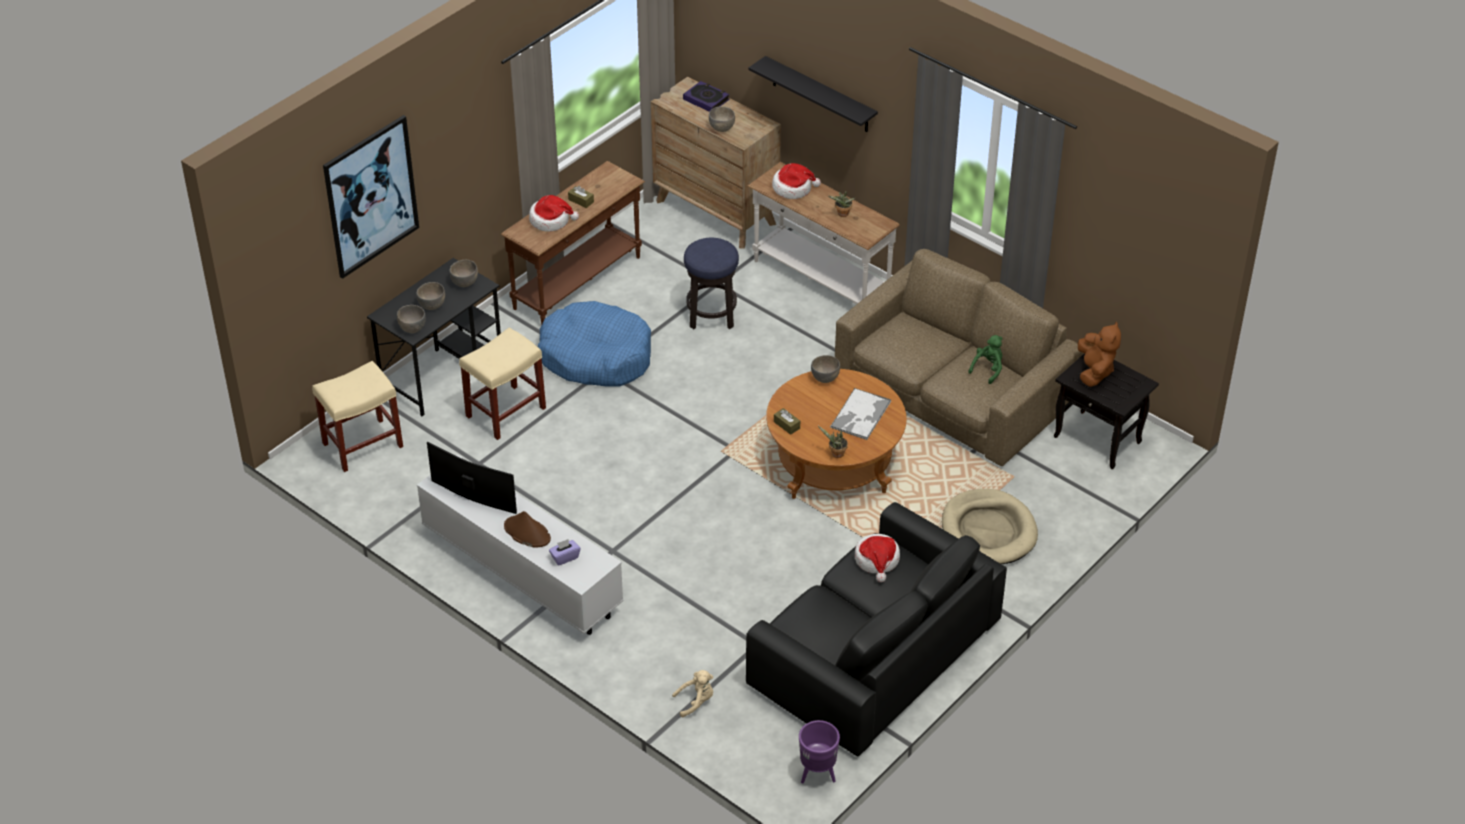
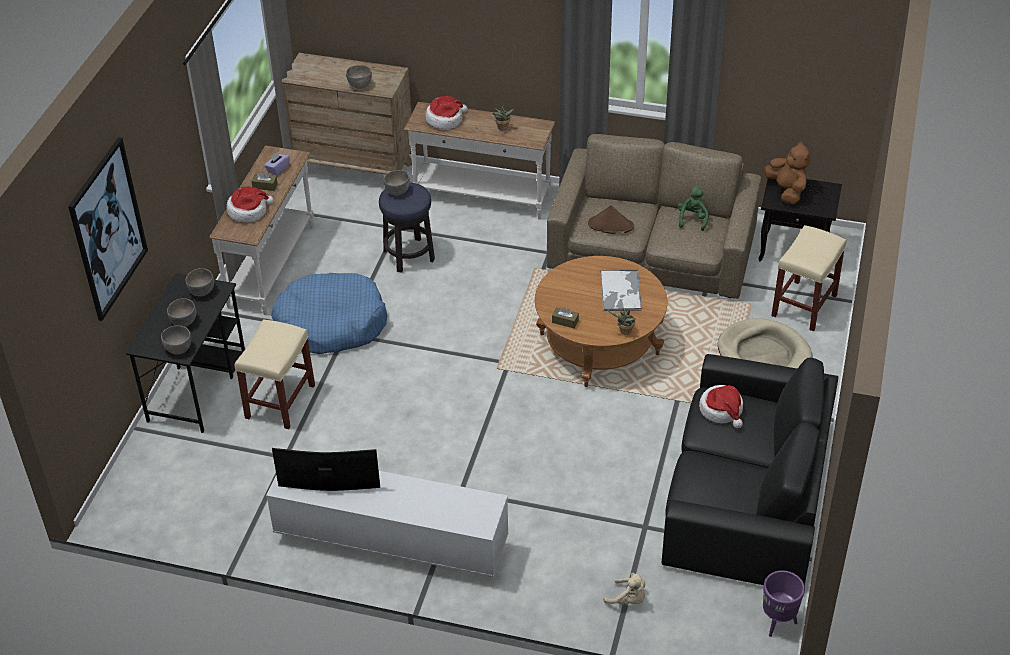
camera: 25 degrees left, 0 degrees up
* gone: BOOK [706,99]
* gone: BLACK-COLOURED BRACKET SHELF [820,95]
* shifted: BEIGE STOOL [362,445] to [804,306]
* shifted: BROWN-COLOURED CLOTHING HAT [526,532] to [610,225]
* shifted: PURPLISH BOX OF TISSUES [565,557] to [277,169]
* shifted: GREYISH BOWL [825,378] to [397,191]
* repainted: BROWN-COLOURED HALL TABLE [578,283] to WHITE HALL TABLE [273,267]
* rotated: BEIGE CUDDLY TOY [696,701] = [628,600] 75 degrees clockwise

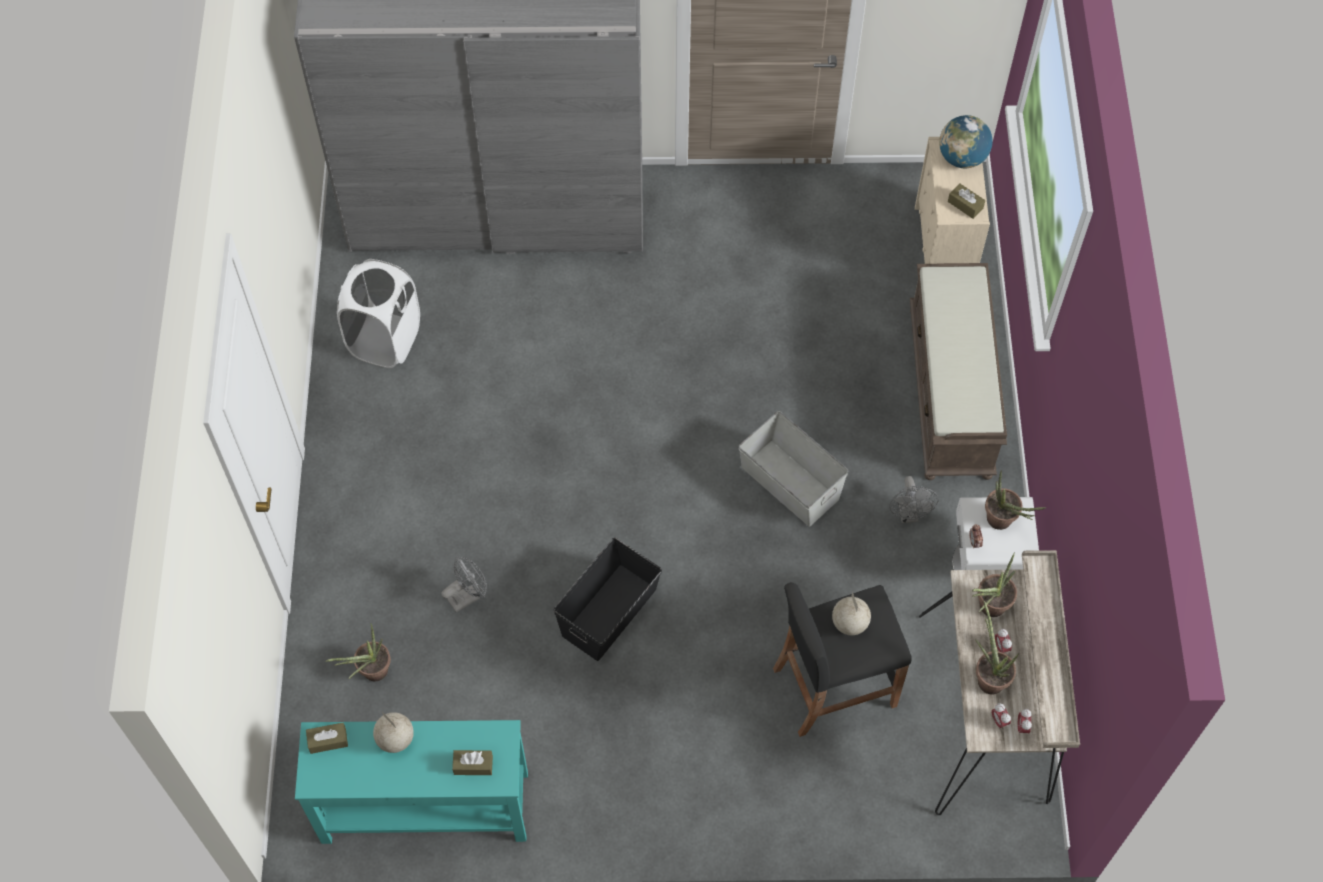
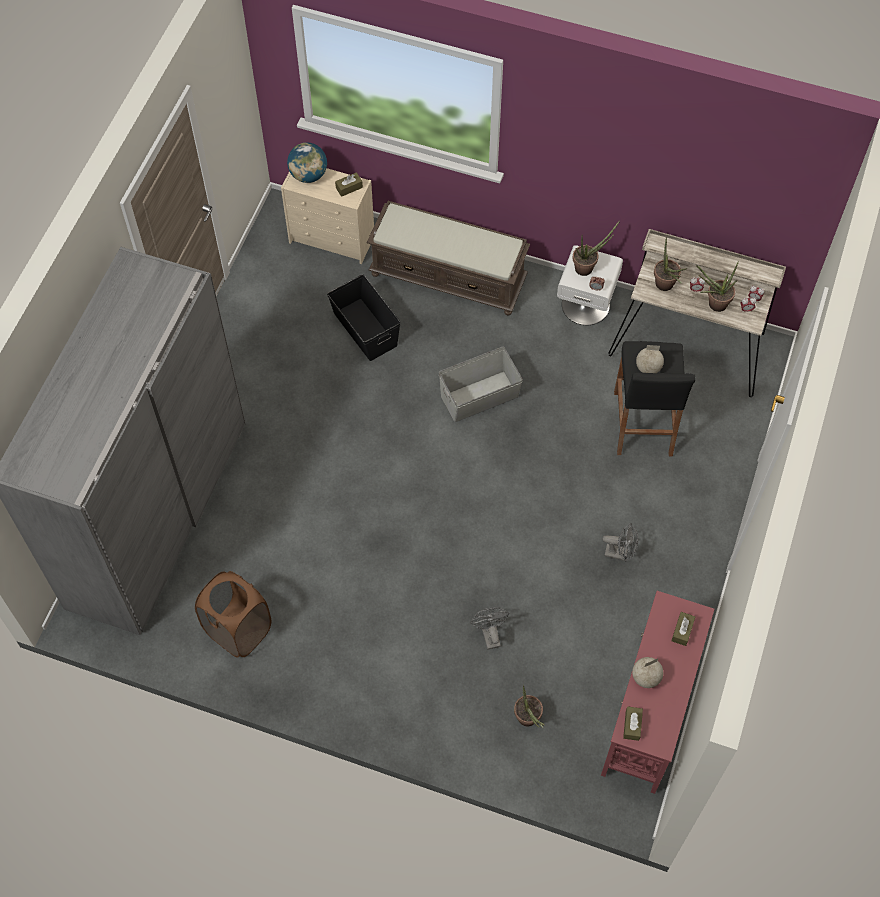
camera: 70 degrees left, 0 degrees up
* shifted: BLACK-COLOURED STORAGE BIN [608,612] to [365,330]
* shifted: GREYISH COOLING FAN [909,515] to [620,553]
* repainted: BLUE-GREEN HALL TABLE [424,806] to RED HALL TABLE [648,713]
* repainted: WHITE HAMPER [385,340] to BROWN-COLOURED HAMPER [238,630]

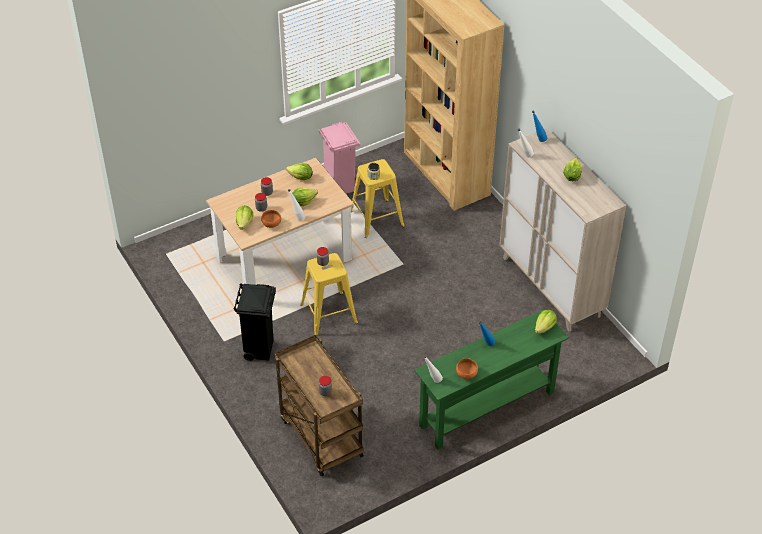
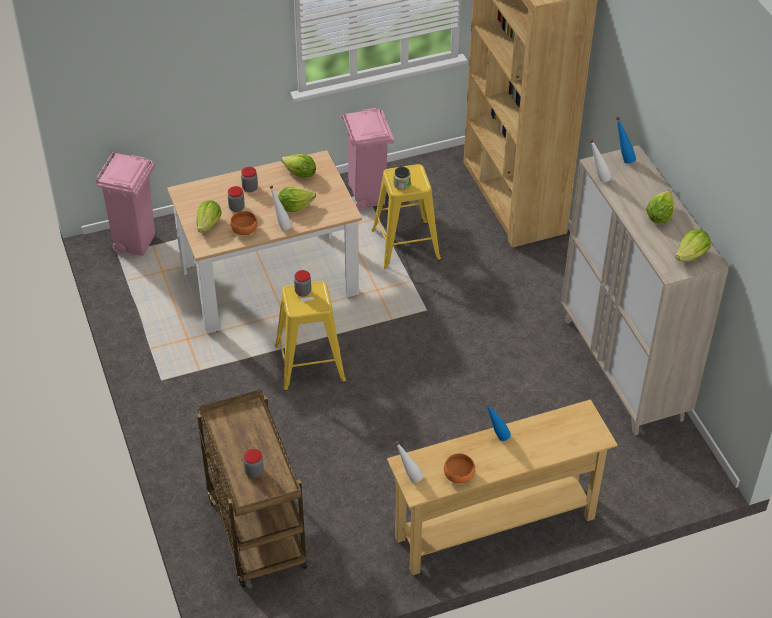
camera: 10 degrees right, 0 degrees up
* gone: BLACK-COLOURED RUBBISH BIN [259,349]
* new: PINKISH RUBBISH BIN [136,242]
* shifted: HEAD OF LETTUCE [544,327] to [691,255]
* repainted: GREEN-COLOURED HALL TABLE [487,409] to BEIGE HALL TABLE [495,528]

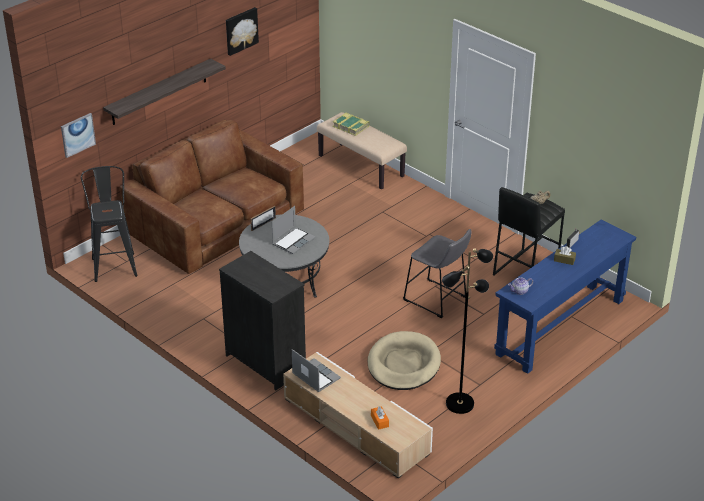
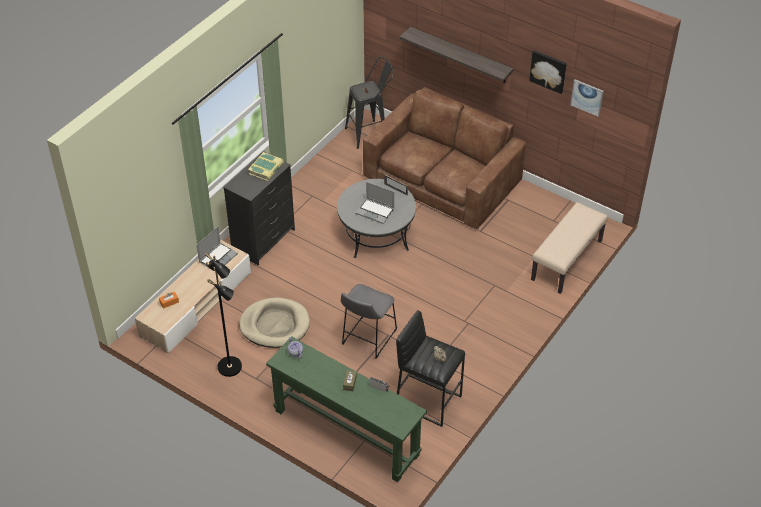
camera: 80 degrees right, 10 degrees up
* shifted: WALL PICTURE [77,135] to [587,97]
* shifted: BOOK [351,126] to [266,169]
* repainted: BLUISH HALL TABLE [560,327] to GREEN-COLOURED HALL TABLE [346,432]

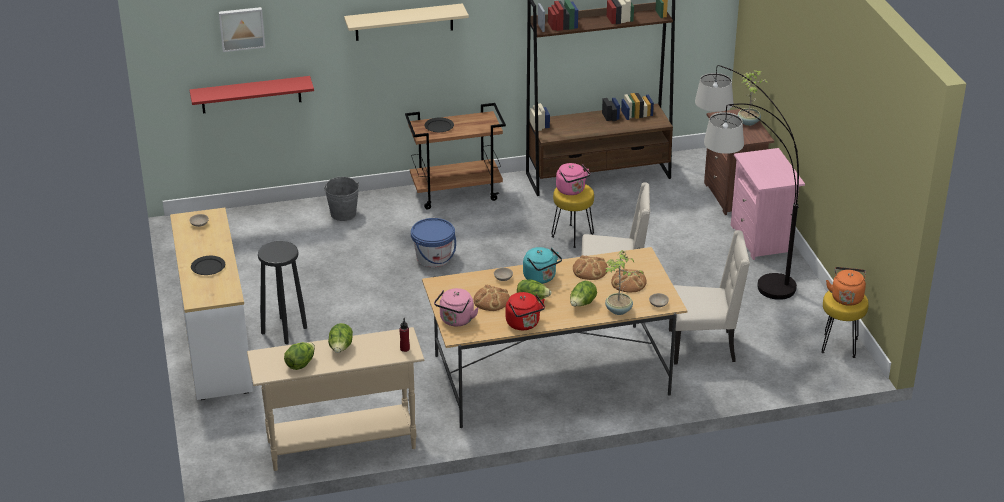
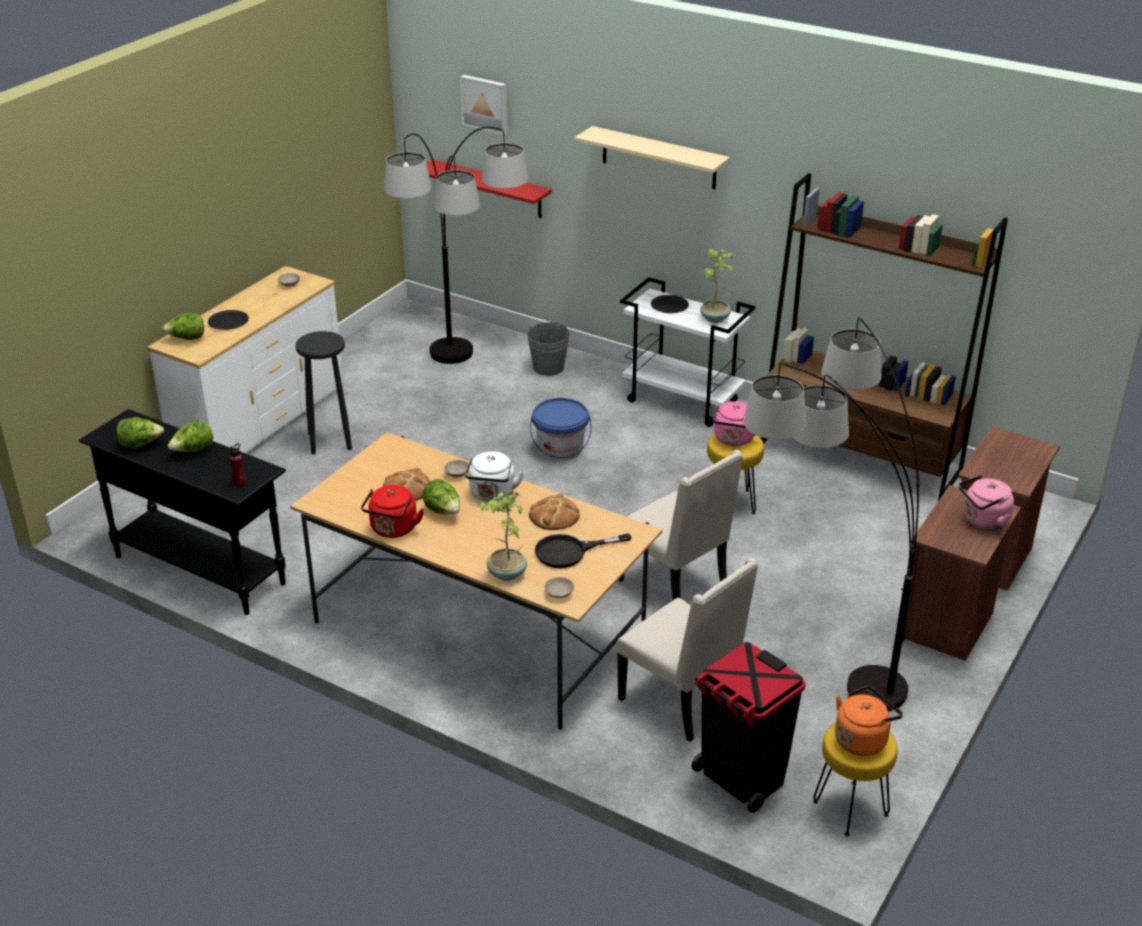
camera: 45 degrees right, 0 degrees up
* new: STANDARD LAMP [461,379]
* new: BLACK-COLOURED RUBBISH BIN [741,779]
* shifted: PINKISH KETTLE [456,320] to [982,521]
* shifted: HEAD OF LETTUCE [582,304] to [187,339]
* shifted: PLANT IN A POT [749,122] to [715,318]
* swapped: BREAD [629,282] to BLACK-COLOURED FRYING PAN [570,552]
* repainted: BEIGE HALL TABLE [341,444] to BLACK-COLOURED HALL TABLE [199,569]
* repainted: BROWN-COLOURED CART [457,193] to WHITE CART [683,401]
* repainted: BLUE-GREEN KETTLE [541,278] to WHITE KETTLE [492,495]
* repainted: PINKISH NIGHT TABLE [762,239] to BROWN-COLOURED NIGHT TABLE [948,626]

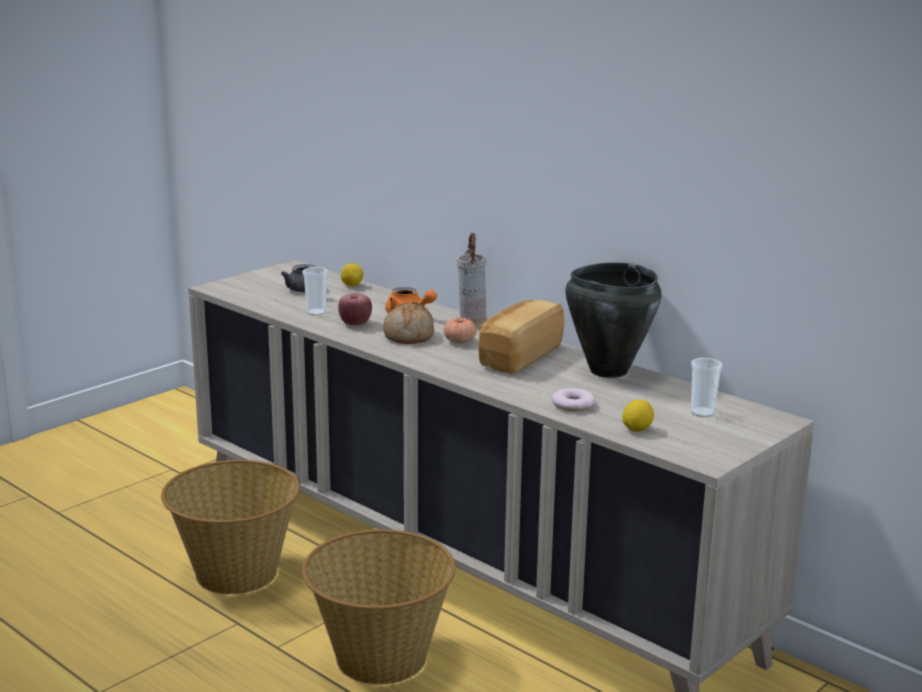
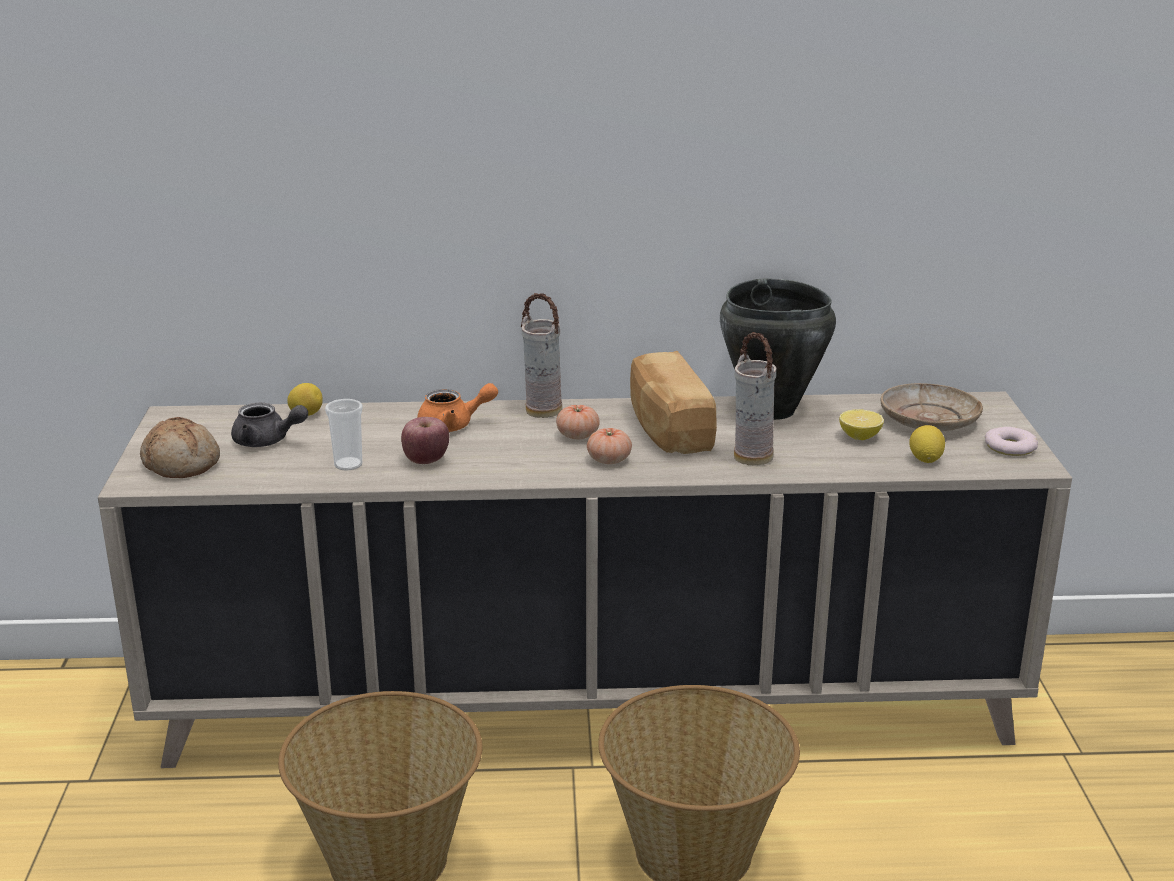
camera: 45 degrees left, 5 degrees up
* new: WHOLE TOMATO [609,460]
* new: VASE [751,458]
* new: LEMON [860,437]
* shifted: BREAD [410,335] to [182,463]
* shifted: DONUT [573,404] to [1009,447]
* swapped: SMALL CUP [702,413] to BEIGE DINNER PLATE [928,420]

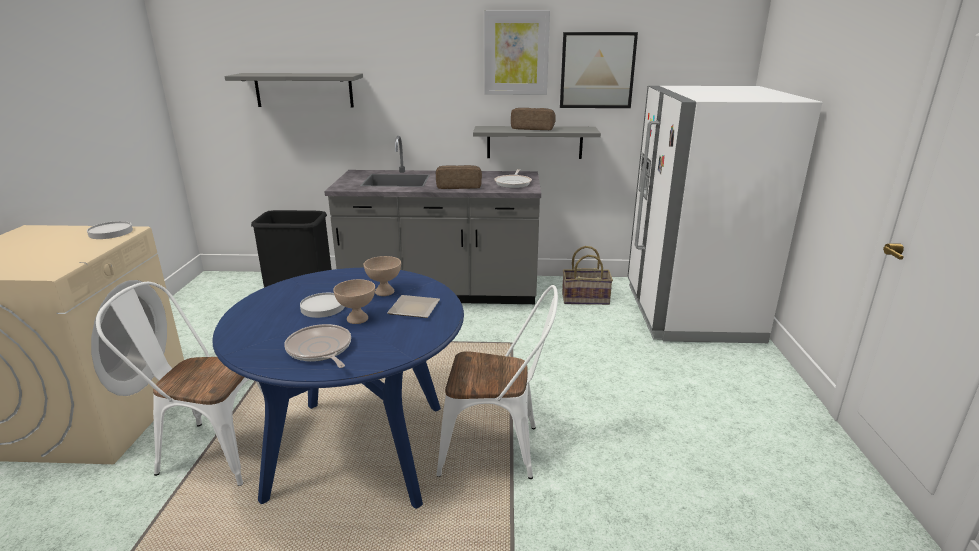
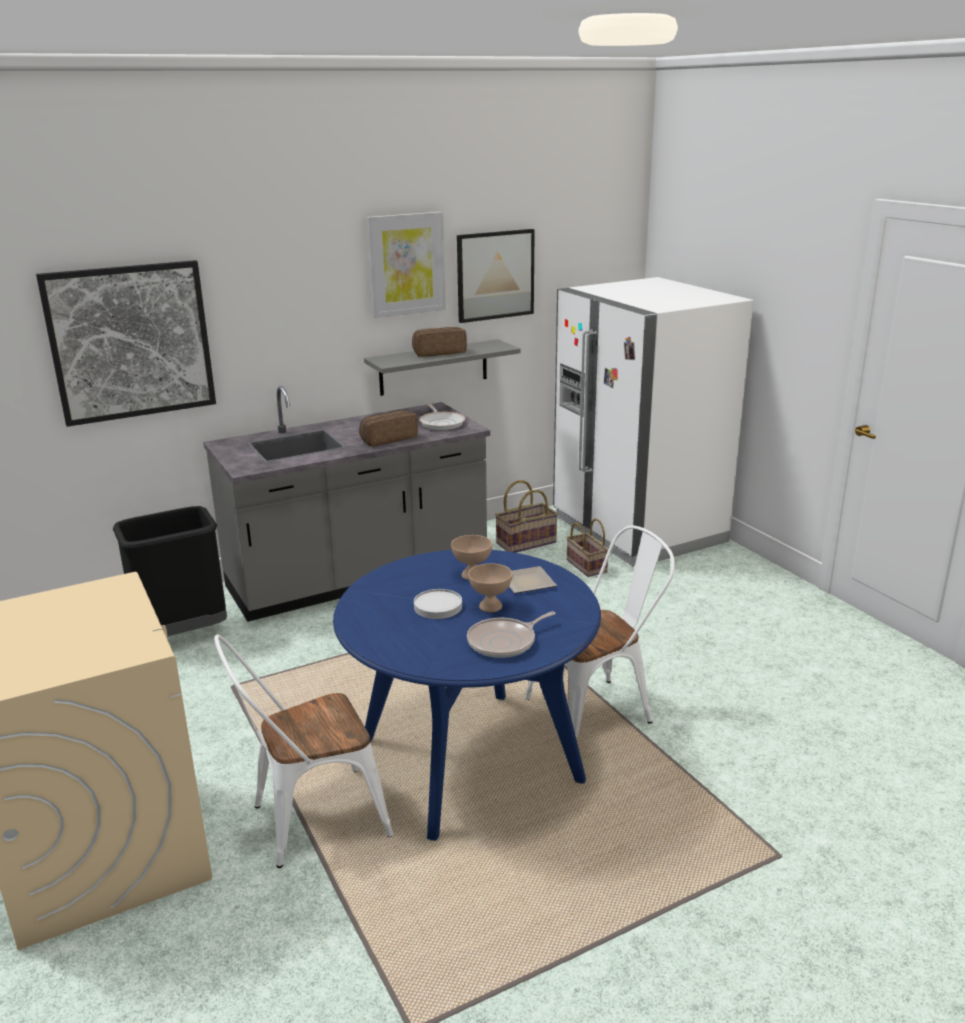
camera: 30 degrees left, 0 degrees up
* gone: WHITE DINNER PLATE [110,232]
* new: STORAGE BASKET [585,566]
* swapped: GREYISH BRACKET SHELF [304,90] to WALL PICTURE [131,342]
* rotated: FRYING PAN [320,350] = [505,642] 60 degrees counterclockwise

